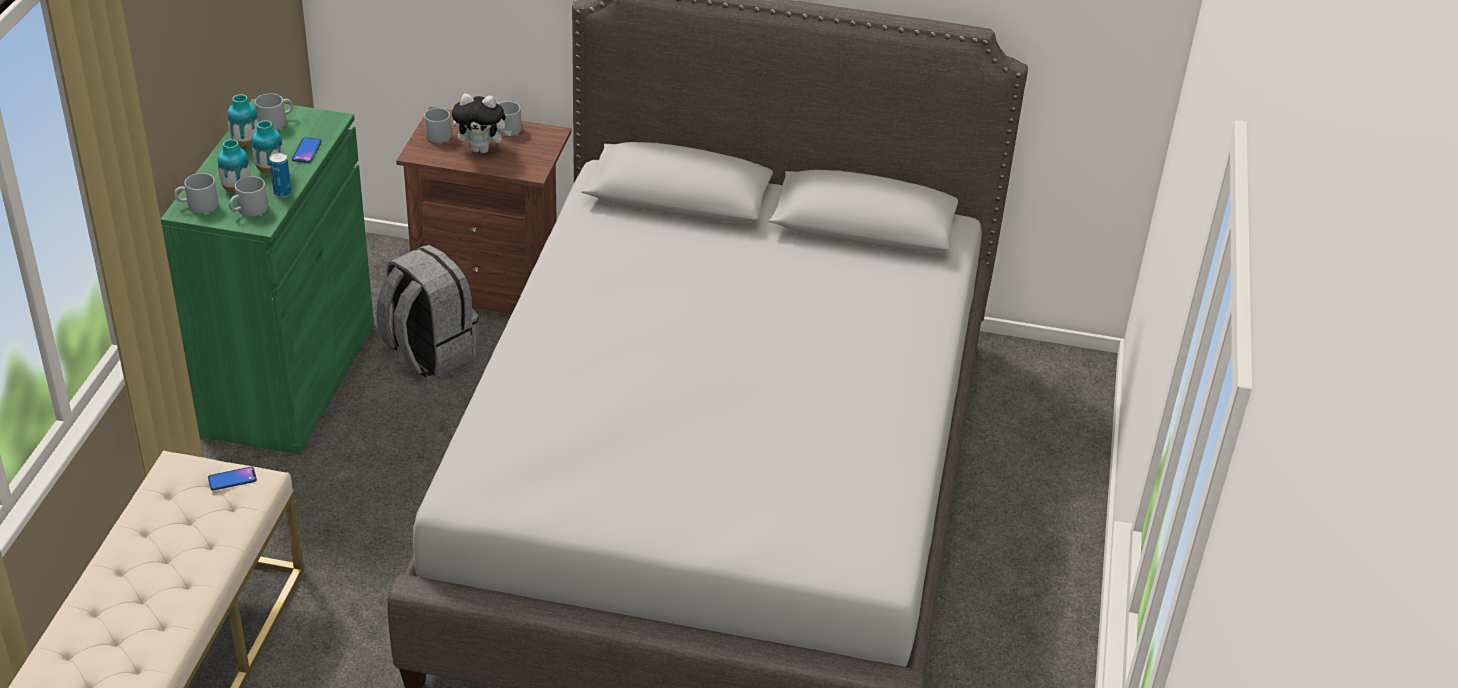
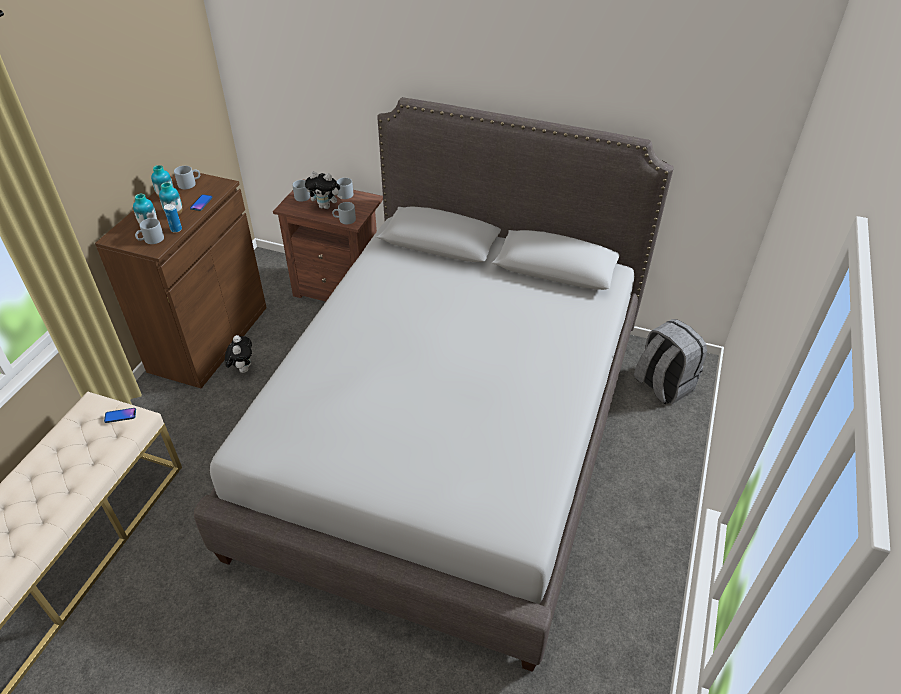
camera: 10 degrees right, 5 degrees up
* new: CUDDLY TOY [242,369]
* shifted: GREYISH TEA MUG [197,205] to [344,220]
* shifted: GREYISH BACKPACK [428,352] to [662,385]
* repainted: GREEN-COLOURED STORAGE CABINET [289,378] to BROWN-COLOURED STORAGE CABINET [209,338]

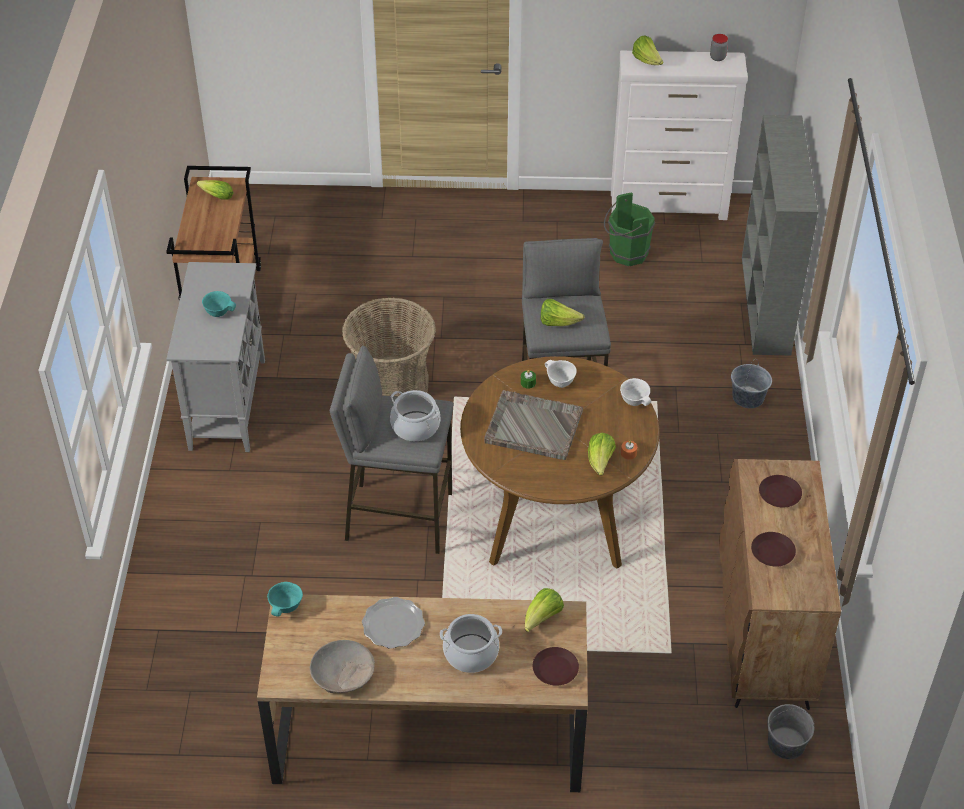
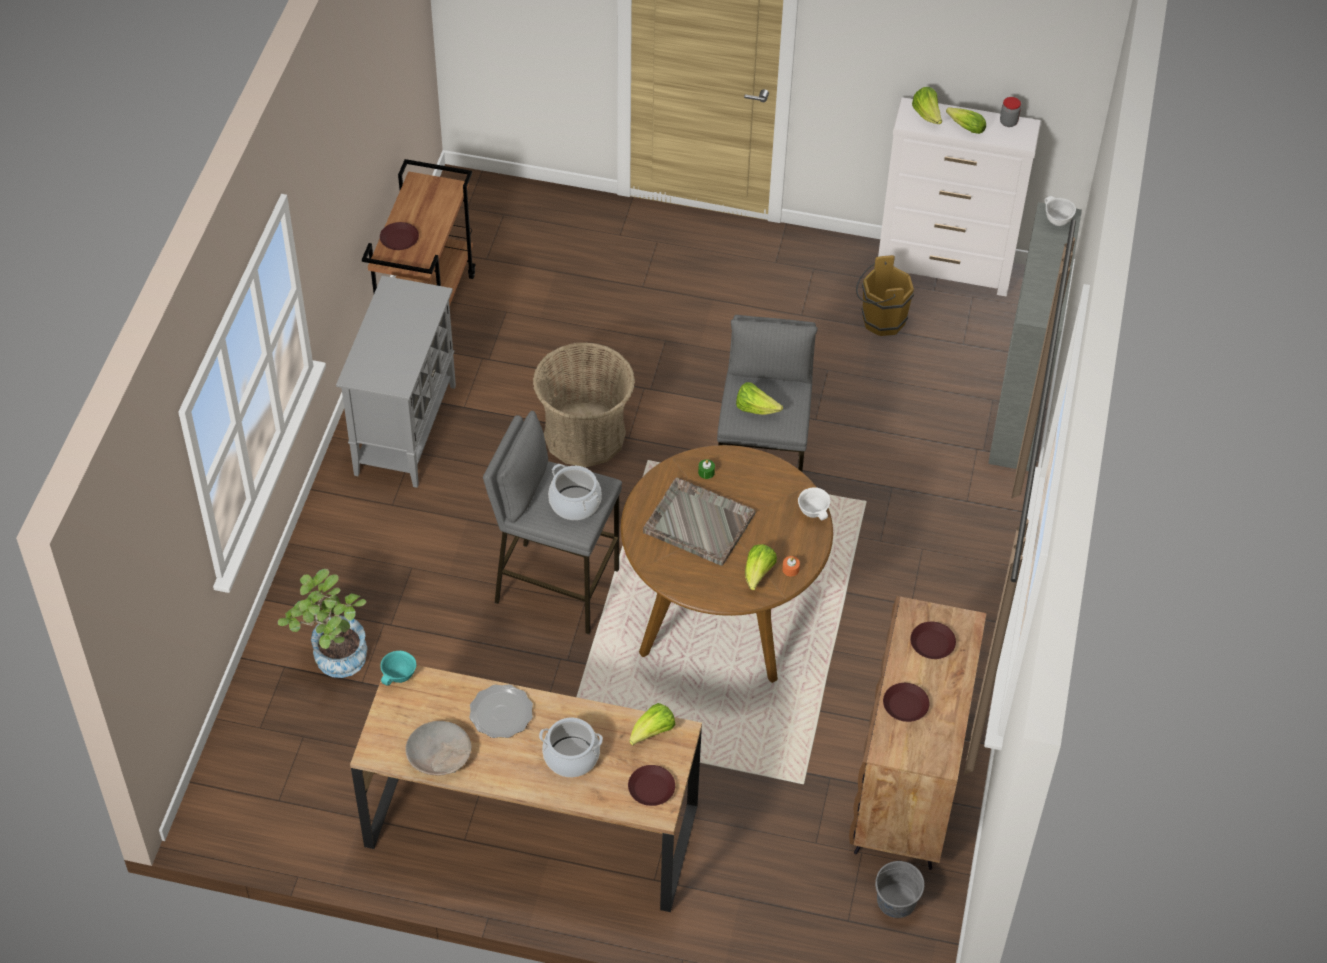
camera: 10 degrees right, 5 degrees up
* gone: BLUE-GREEN BOWL [219,312]
* gone: GREYISH PAIL [748,398]
* new: PLANT IN A POT [334,661]
* new: BROWN-COLOURED DINNER PLATE [399,239]
* shifted: HEAD OF LETTUCE [215,195] to [964,126]
* shifted: WHITE BOWL [560,382] to [1056,220]
* repainted: GREEN-COLOURED PAIL [625,254] to BROWN-COLOURED PAIL [879,321]

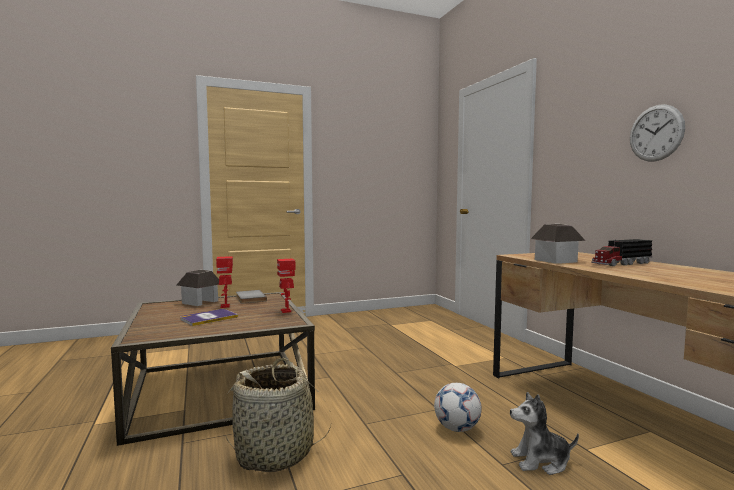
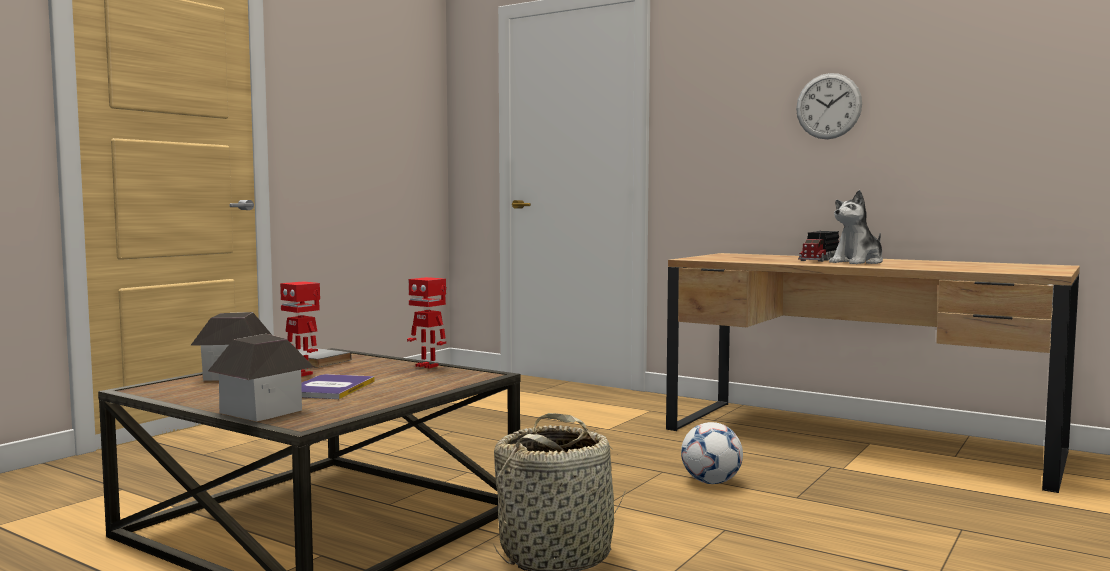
camera: 35 degrees left, 0 degrees up
* shifted: CUDDLY TOY [540,461] to [858,262]
* shifted: MINIATURE HOUSE [556,261] to [262,411]

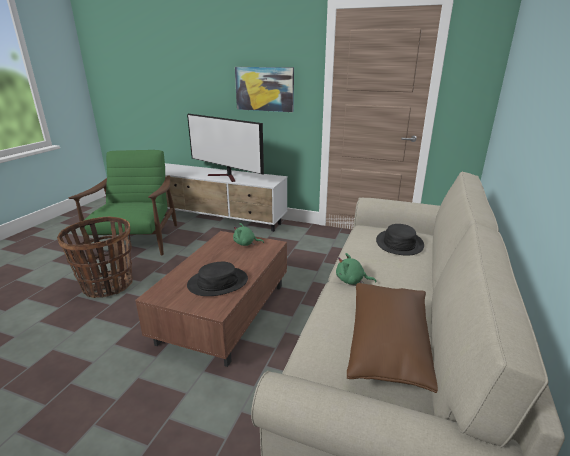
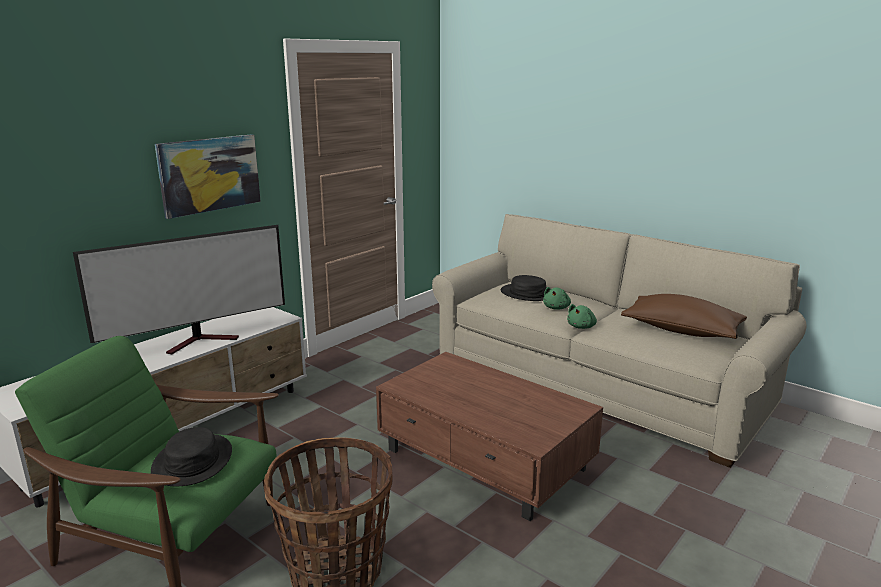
camera: 70 degrees left, 5 degrees down
* shifted: BLACK-COLOURED CLOTHING HAT [218,282] to [192,461]
* shifted: GREEN-COLOURED CUDDLY TOY [246,243] to [556,308]

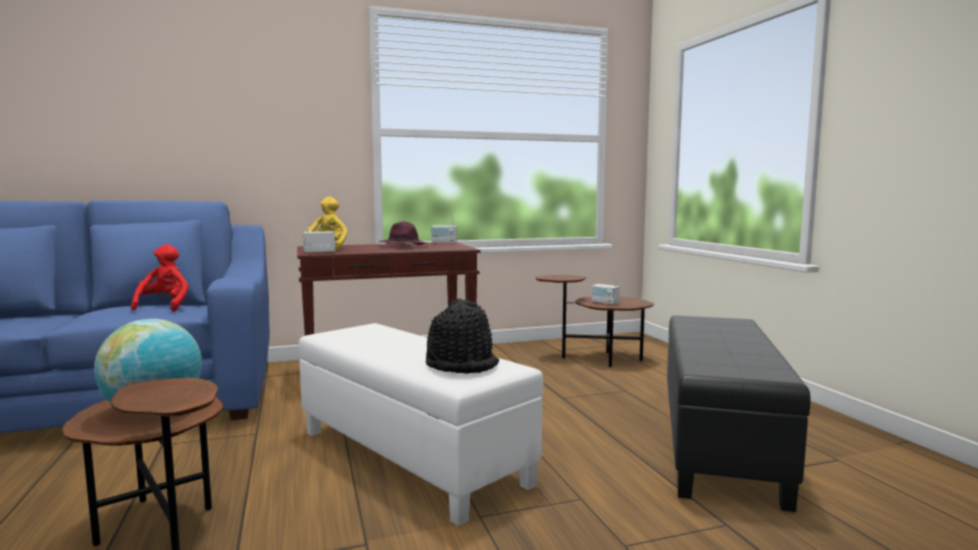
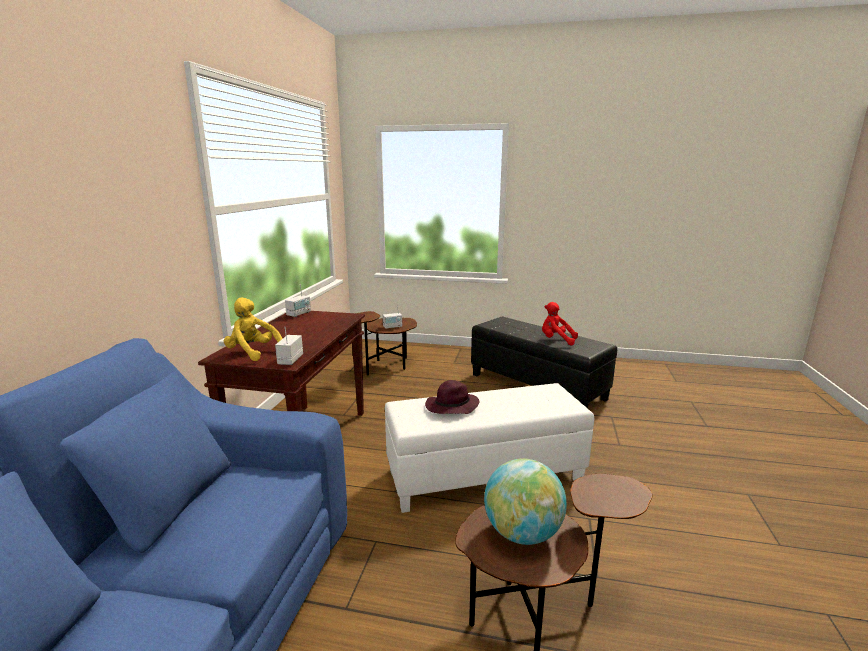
camera: 60 degrees left, 10 degrees up
* gone: BLACK-COLOURED CLOTHING HAT [461,364]
* shifted: RED CUDDLY TOY [165,306] to [556,340]
* shifted: PURPLISH CLOTHING HAT [403,246] to [451,407]

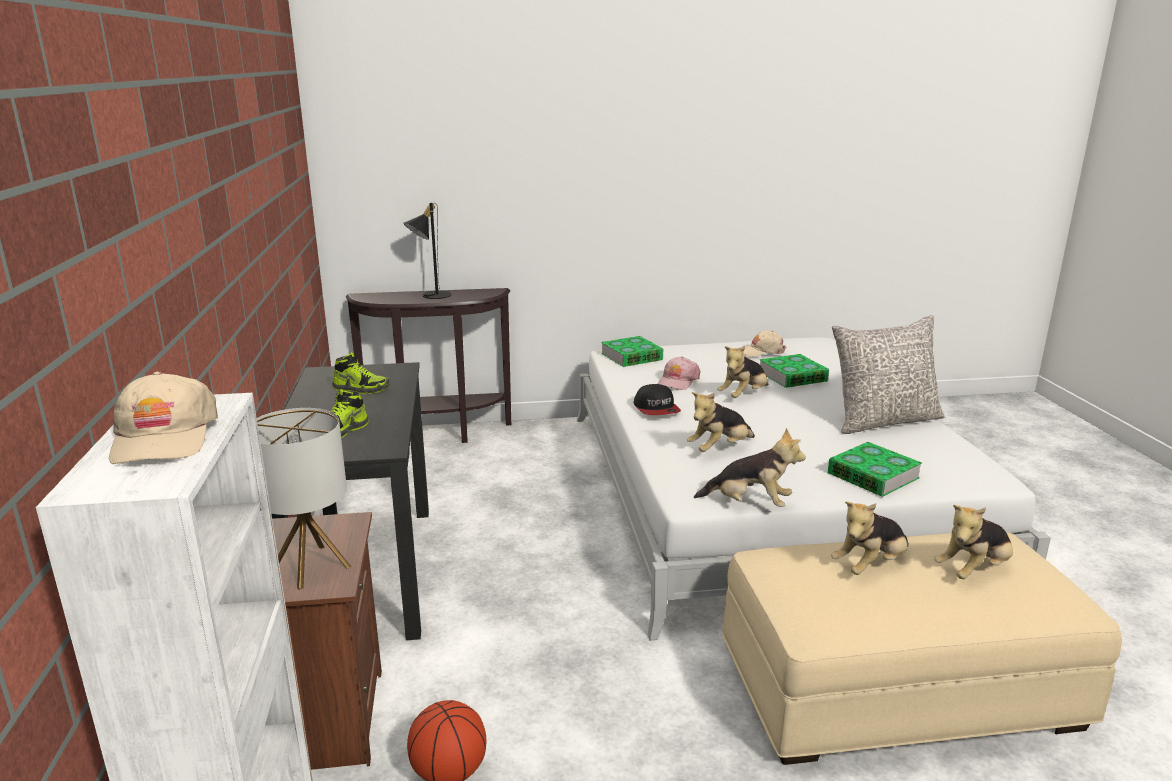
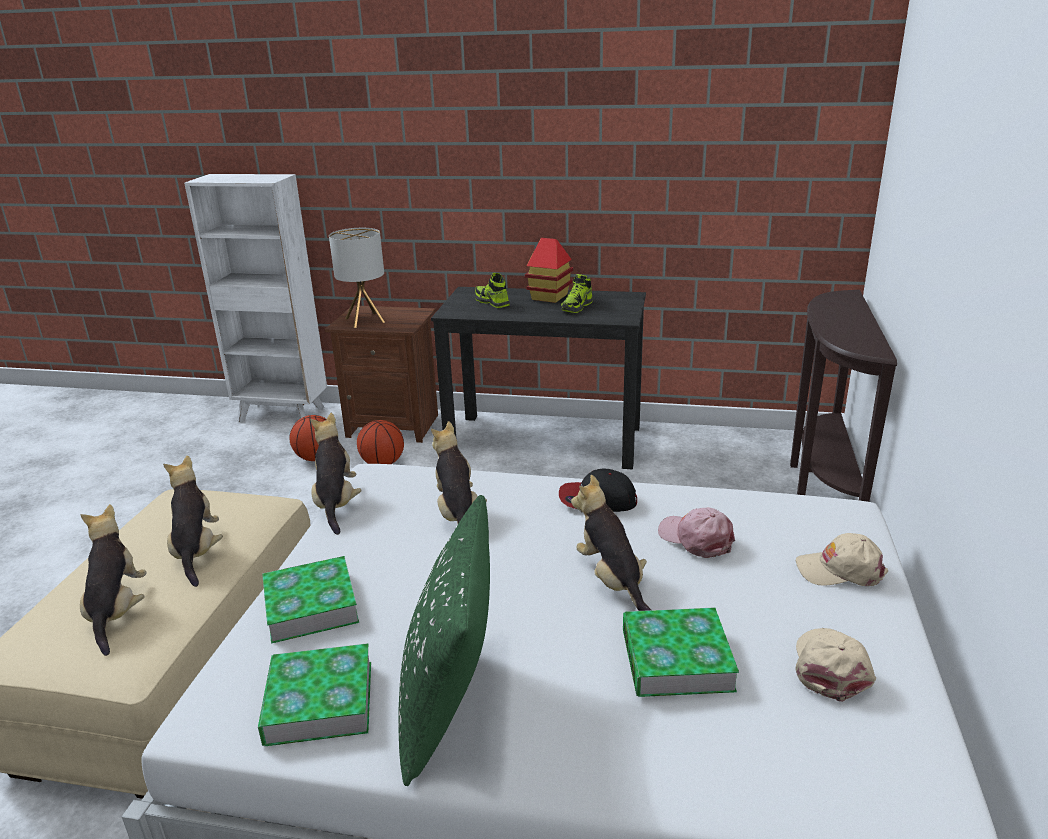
camera: 110 degrees right, 5 degrees up
* gone: BLACK-COLOURED TABLETOP LAMP [431,295]
* new: BASKETBALL BALL [382,463]
* new: MINIATURE HOUSE [549,297]
* shifted: BEIGE PEAKED CAP [164,437] to [840,570]
* shifted: BOOK [631,356] to [319,702]
* repainted: GREYISH CUSHION [883,420] to GREEN-COLOURED CUSHION [451,700]
* rotated: CUDDLY TOY [749,504] = [336,503] 135 degrees clockwise

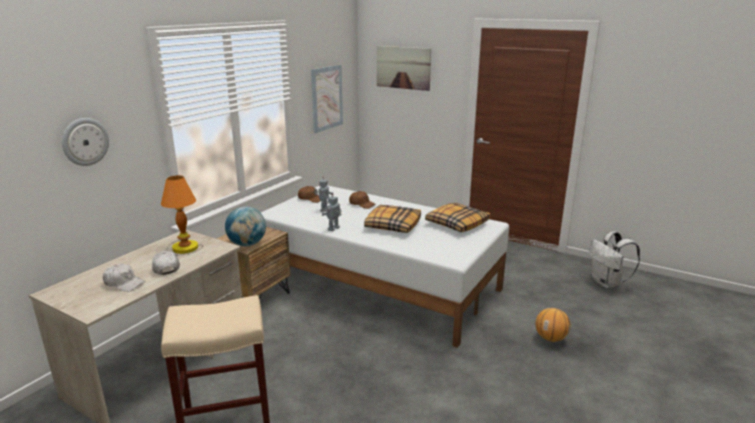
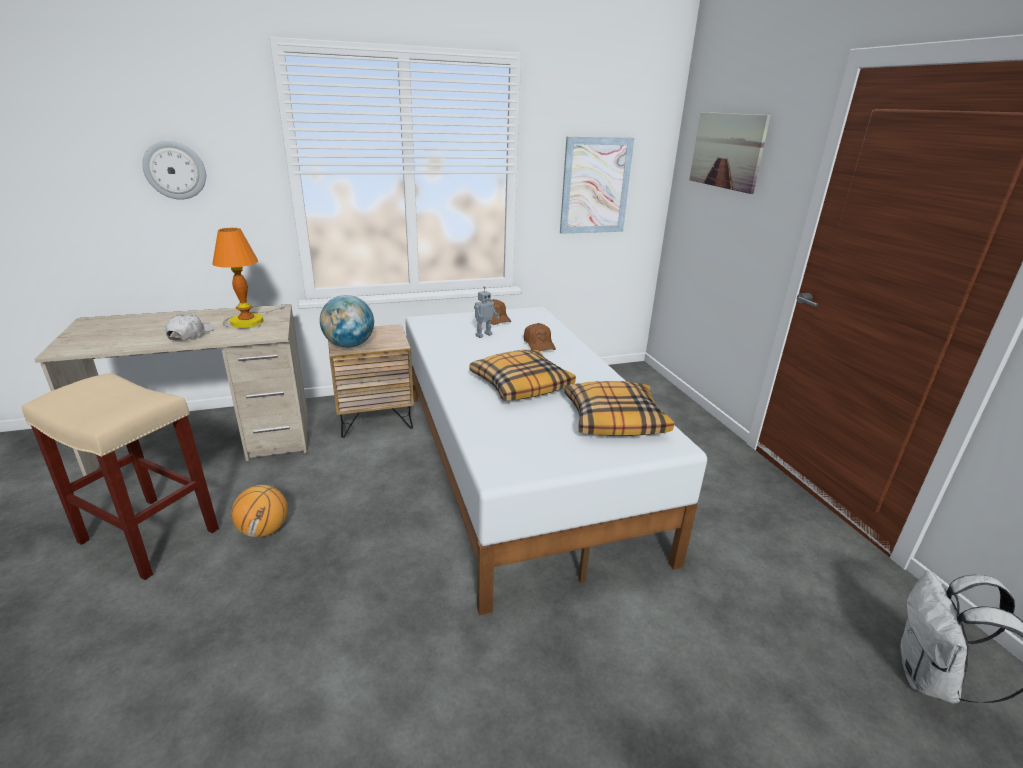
camera: 40 degrees right, 5 degrees up
* gone: WHITE PEAKED CAP [124,283]
* gone: MODEL ROBOT [334,229]
* shifted: BASKETBALL BALL [550,338] to [264,530]

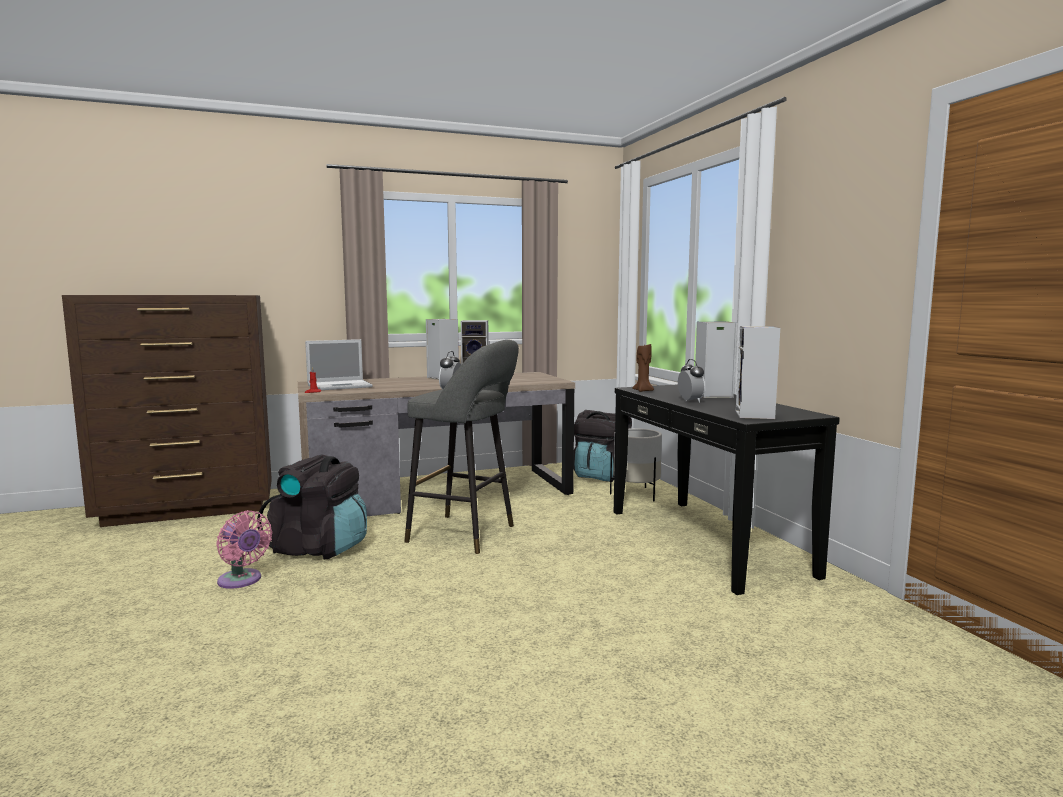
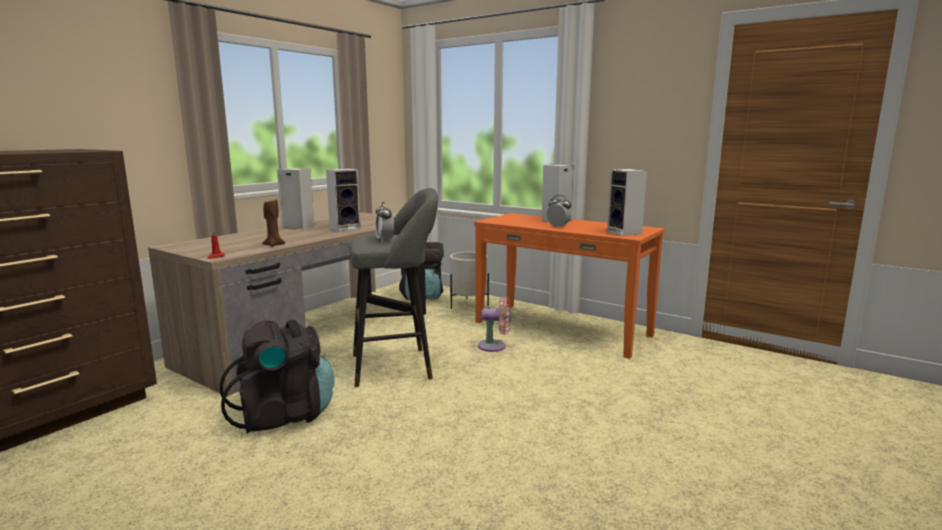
camera: 35 degrees left, 5 degrees up
* gone: NOTEBOOK COMPUTER [341,386]
* shifted: PINKISH COOLING FAN [241,581] to [495,346]
* shifted: BROWN-COLOURED CANDLE [643,391] to [274,245]
* repainted: BLACK-COLOURED HALL TABLE [706,541] to ORANGE HALL TABLE [562,328]

